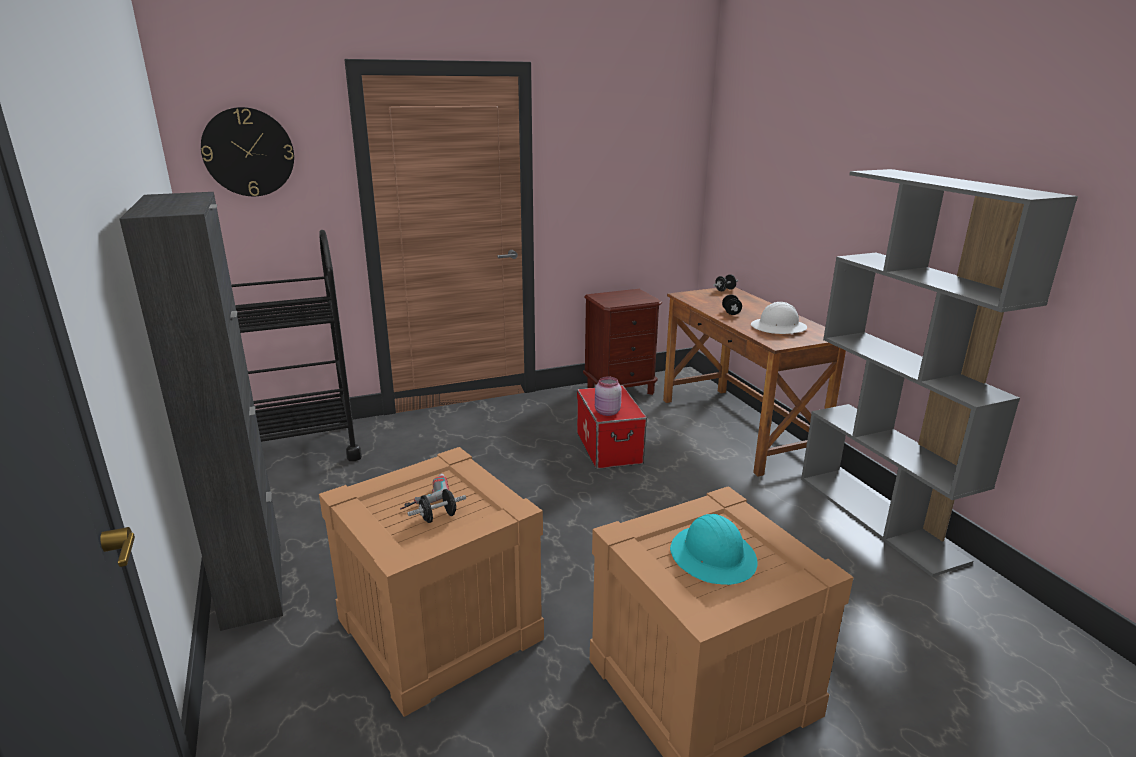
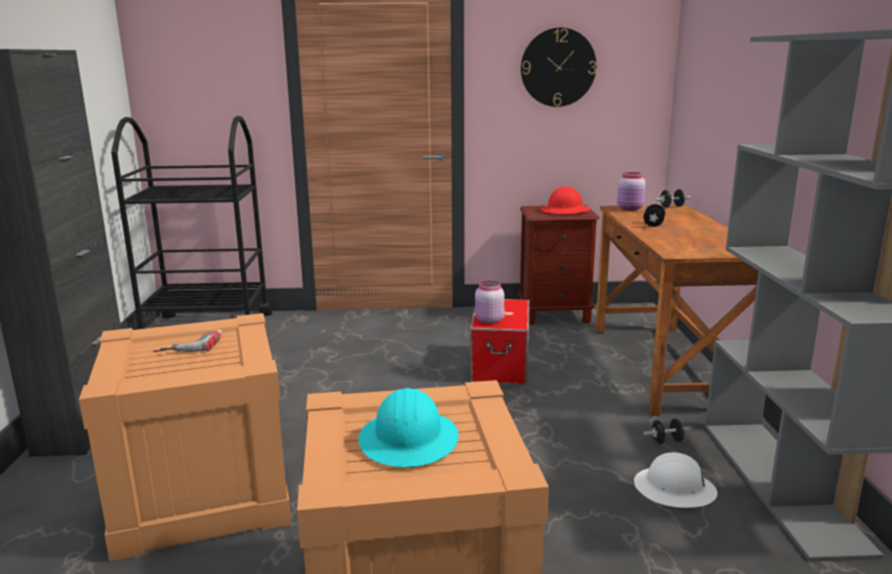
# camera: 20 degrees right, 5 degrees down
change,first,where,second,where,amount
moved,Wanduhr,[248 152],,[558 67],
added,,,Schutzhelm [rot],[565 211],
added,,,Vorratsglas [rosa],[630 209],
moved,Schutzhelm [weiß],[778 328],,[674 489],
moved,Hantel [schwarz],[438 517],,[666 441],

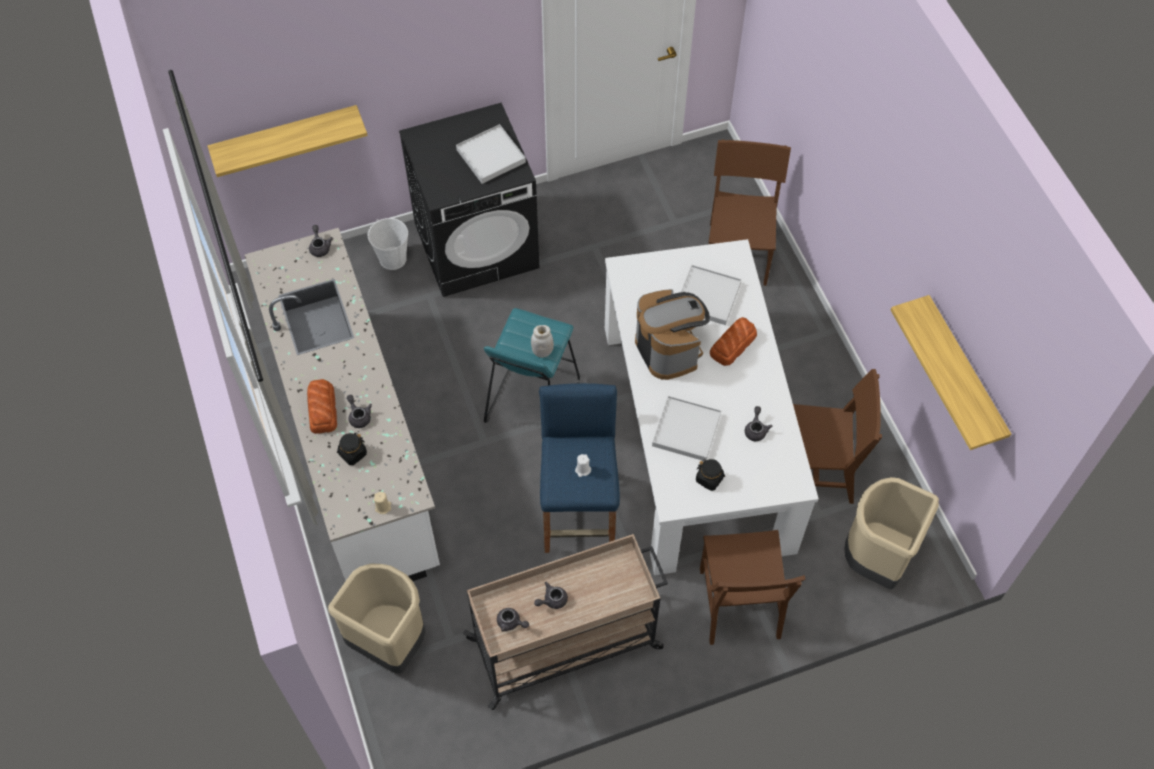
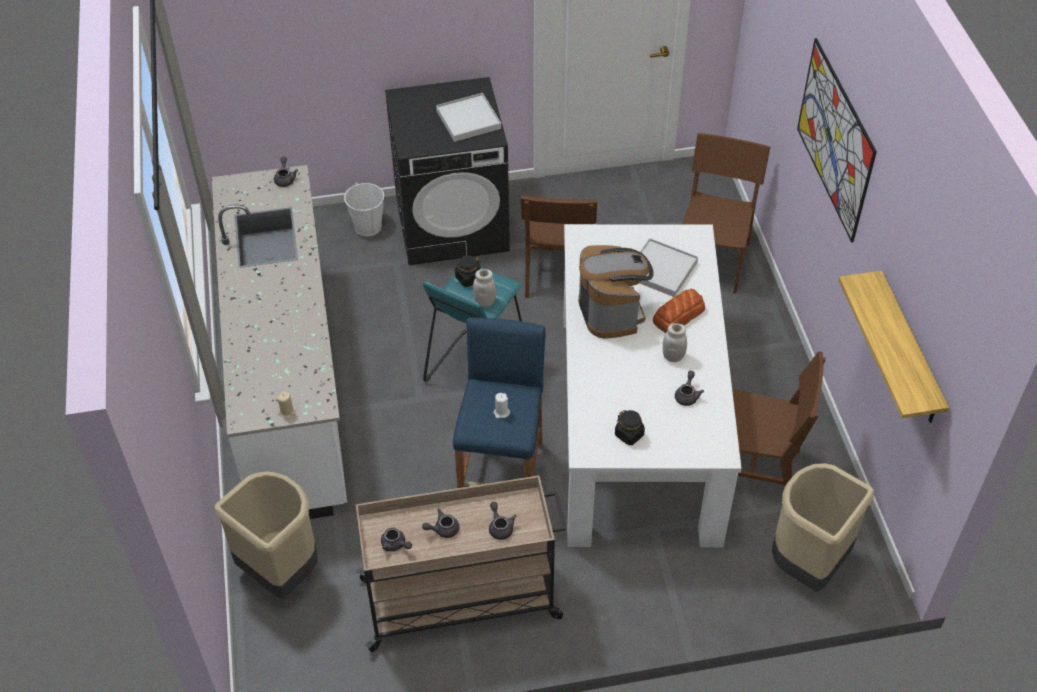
# camera: 10 degrees right, 10 degrees down
change,first,where,second,where,amount
moved,Vorratsglas [schwarz],[352 454],,[468 279],
moved,Teekanne [grau],[359 416],,[500 527],
moved,Stuhl [braun],[739 603],,[558 272],
added,,,Vorratsglas [weiß],[673 356],
added,,,Bild,[835 139],
removed,Wandregal,[286 137],,,
removed,Brot,[322 408],,,
removed,Tablett [weiß],[686 430],,,

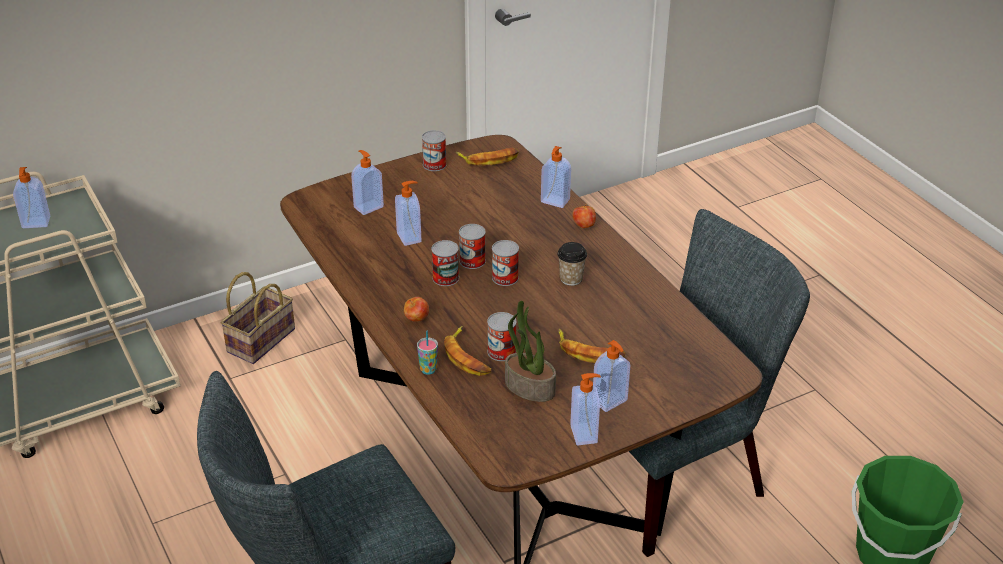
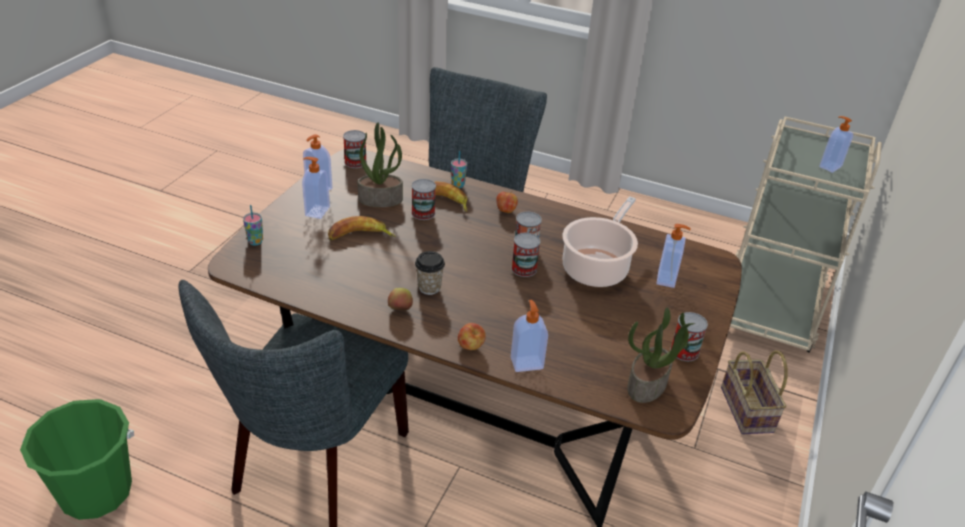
# camera: 140 degrees right, 0 degrees up
change,first,where,second,where,amount
added,,,Tasse,[255 242],
moved,Dose,[505 277],,[355 162],
added,,,Apfel,[400 309],
replaced,Seifenspender,[410 237],Kochtopf,[596 267],
replaced,Banane,[489 159],Topfpflanze,[647 385],

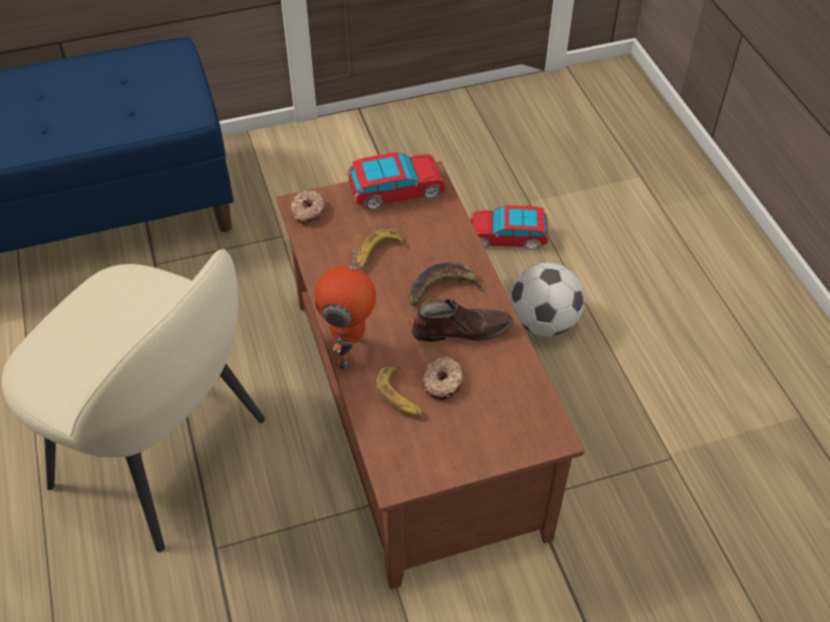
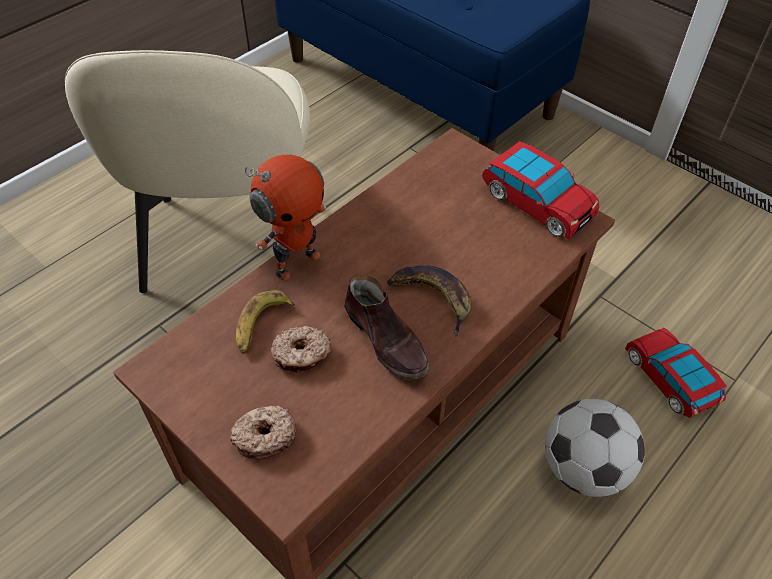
# camera: 60 degrees right, 0 degrees up
change,first,where,second,where,amount
moved,Donut,[307 212],,[264 436],
turned,Spielzeugroboter,[350 352],,[296 262],150 degrees clockwise
removed,Banane,[377 253],,,

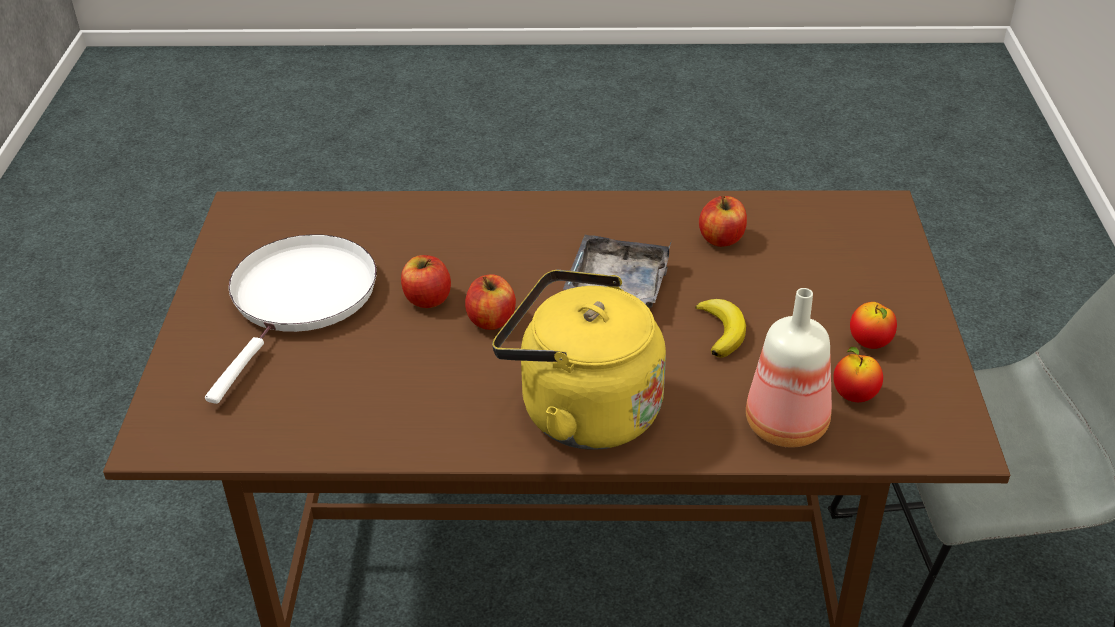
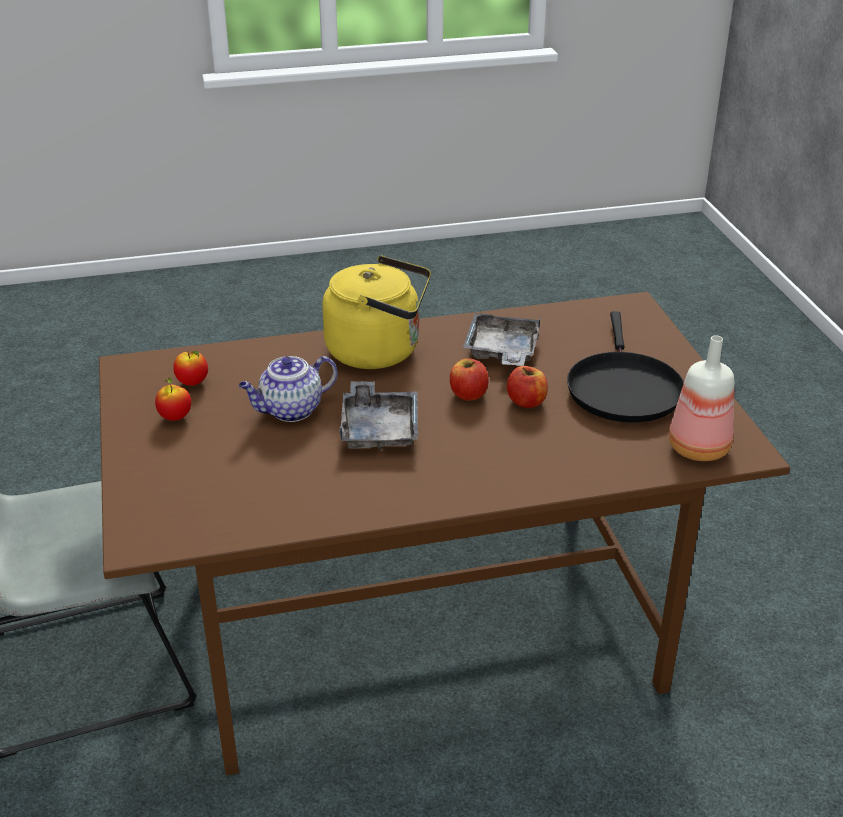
# camera: 165 degrees right, 5 degrees down
change,first,where,second,where,amount
replaced,Banane,[721 331],Teekanne,[290 411],
added,,,Tablett [grau],[502 351],
recoloured,Pfanne [weiß],[300 299],Pfanne [schwarz],[622 389],
moved,Flasche,[785 424],,[699 449],
removed,Apfel,[721 239],,,

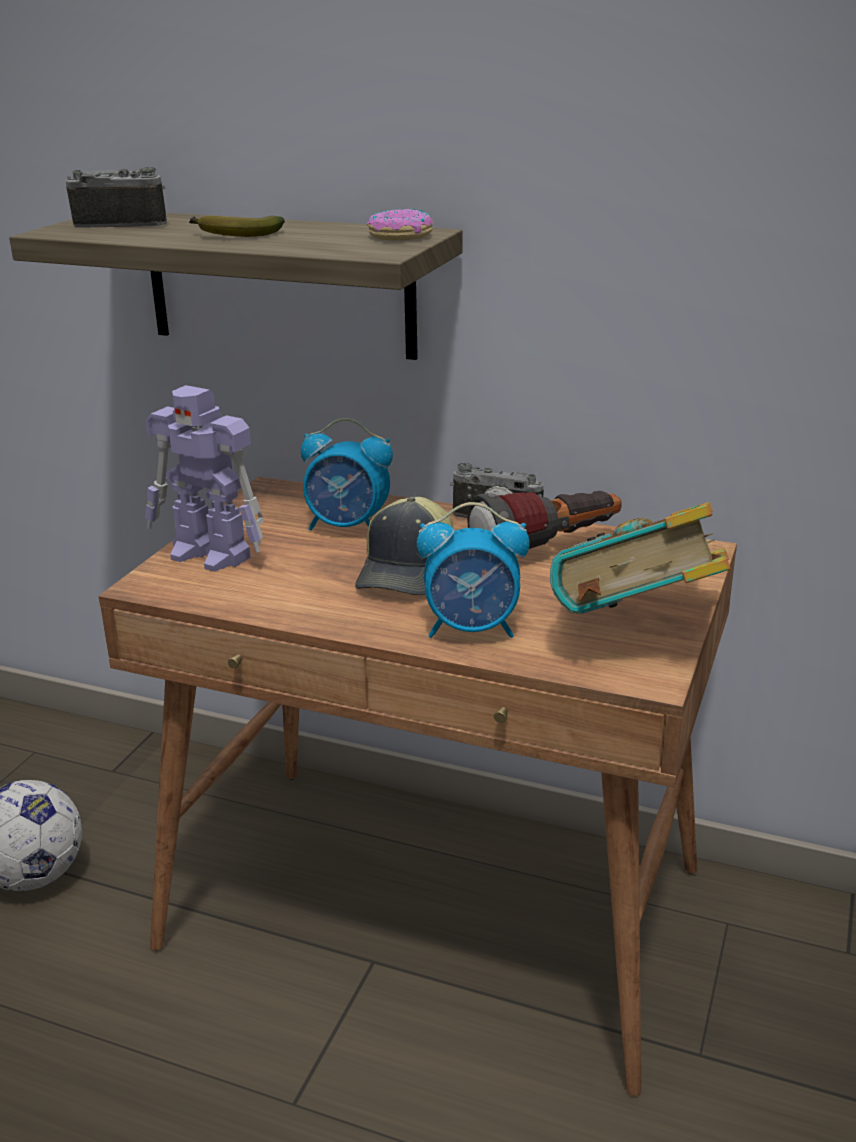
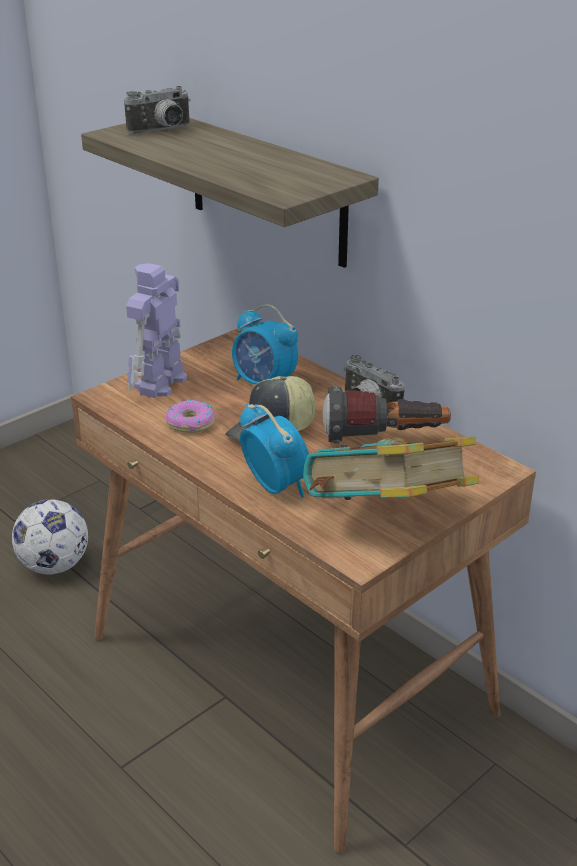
# camera: 25 degrees right, 5 degrees up
change,first,where,second,where,amount
turned,Kamera,[123 223],,[162 131],120 degrees clockwise
turned,Spielzeugroboter,[212 555],,[159 383],60 degrees clockwise
moved,Donut,[400 236],,[190 423],
turned,Wecker,[472 629],,[275 486],150 degrees counterclockwise
removed,Banane,[233 235],,,

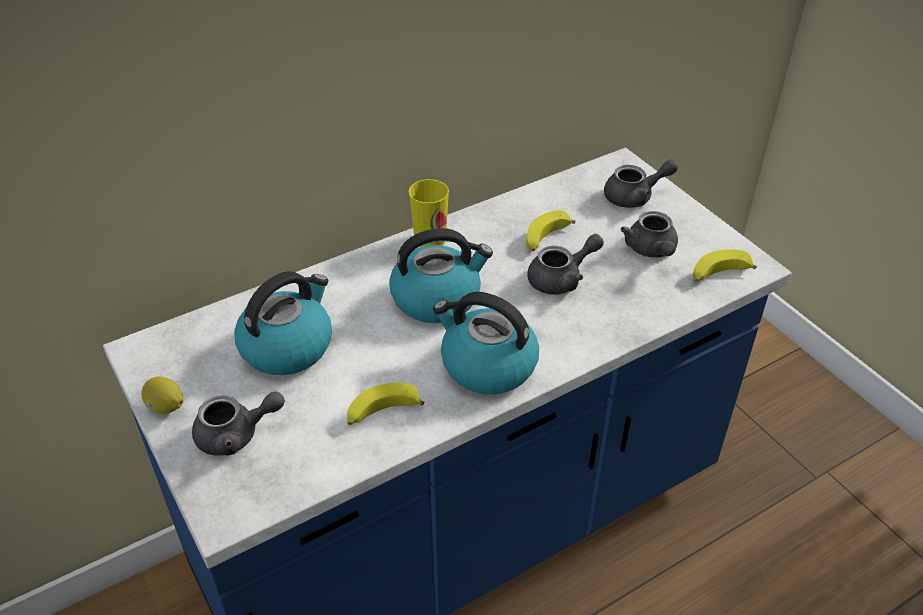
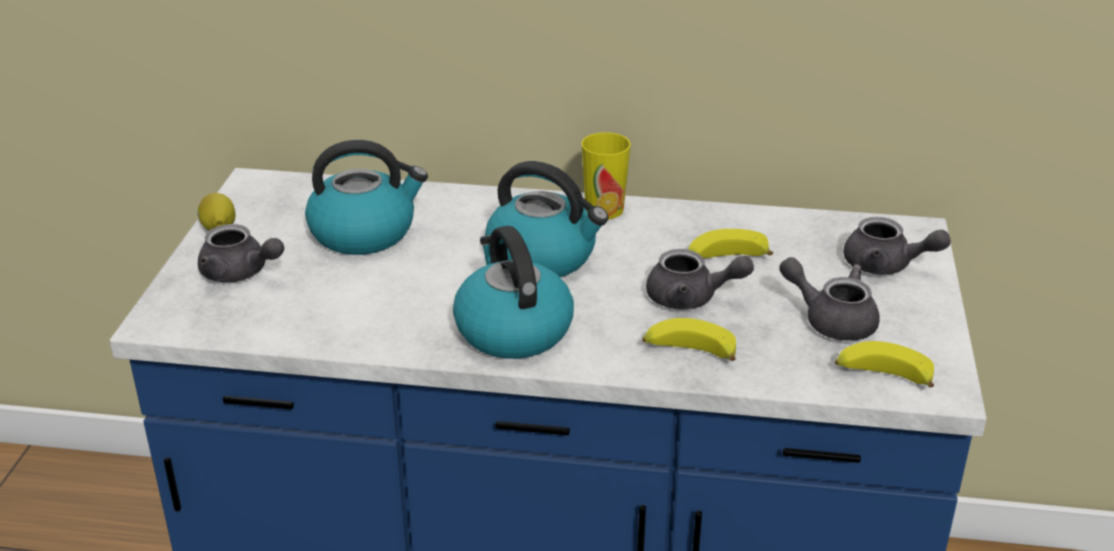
# camera: 40 degrees right, 10 degrees down
change,first,where,second,where,amount
moved,Banane,[382 413],,[688 352],
turned,Teekanne [grau],[651 251],,[831 319],90 degrees clockwise

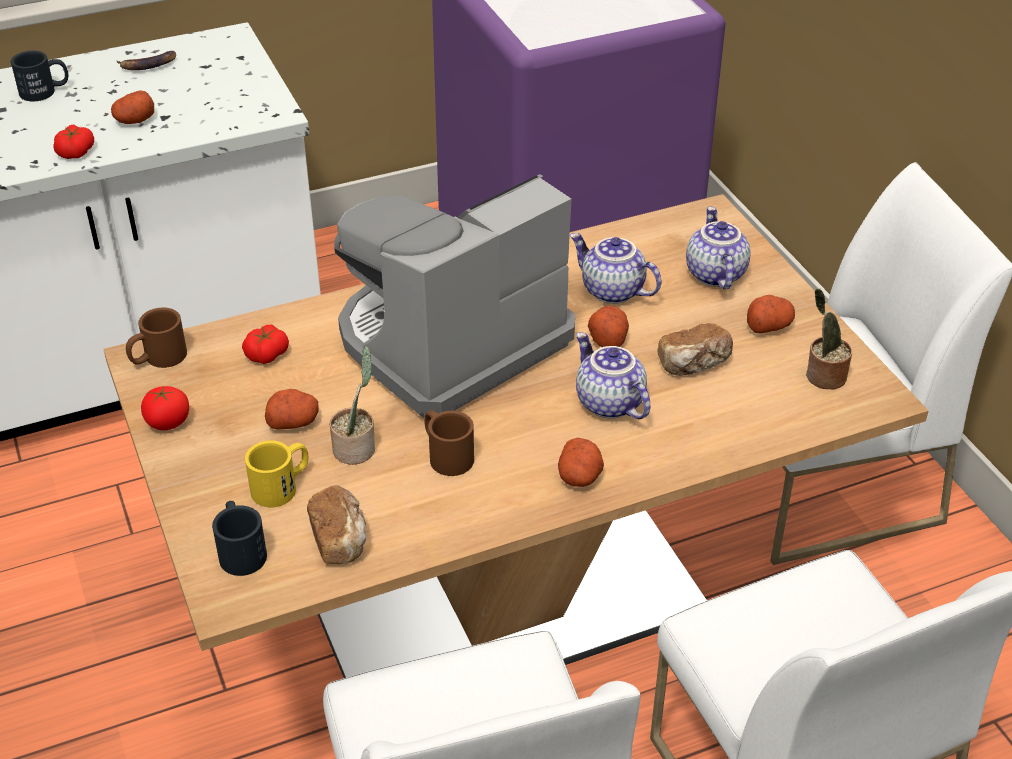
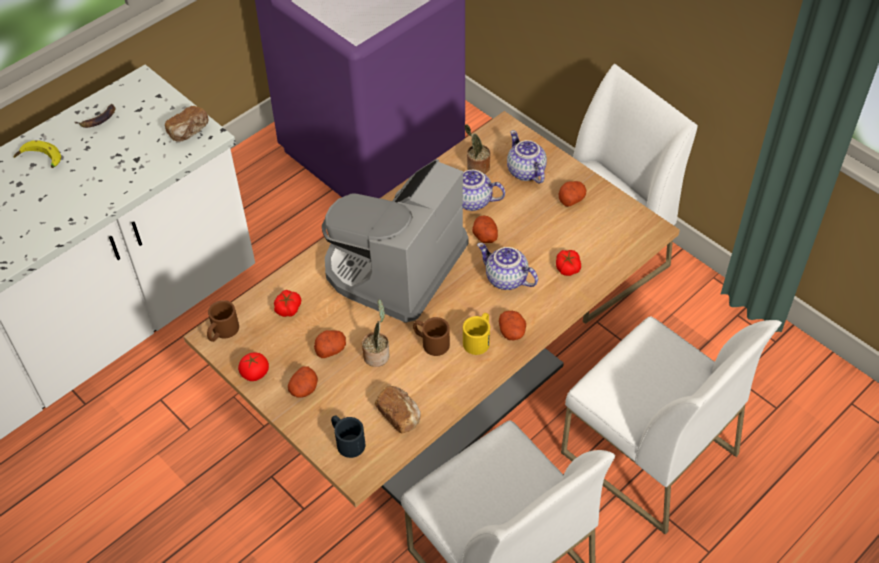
# camera: 20 degrees left, 10 degrees up
change,first,where,second,where,amount
replaced,Henkelbecher [schwarz],[45 91],Banane,[40 160],
moved,Brot,[694 364],,[189 132],
moved,Kartoffel,[135 121],,[304 389],
moved,Henkelbecher [gelb],[282 486],,[478 339],
moved,Topfpflanze,[823 376],,[476 167],
moved,Tomate,[75 152],,[567 267],

